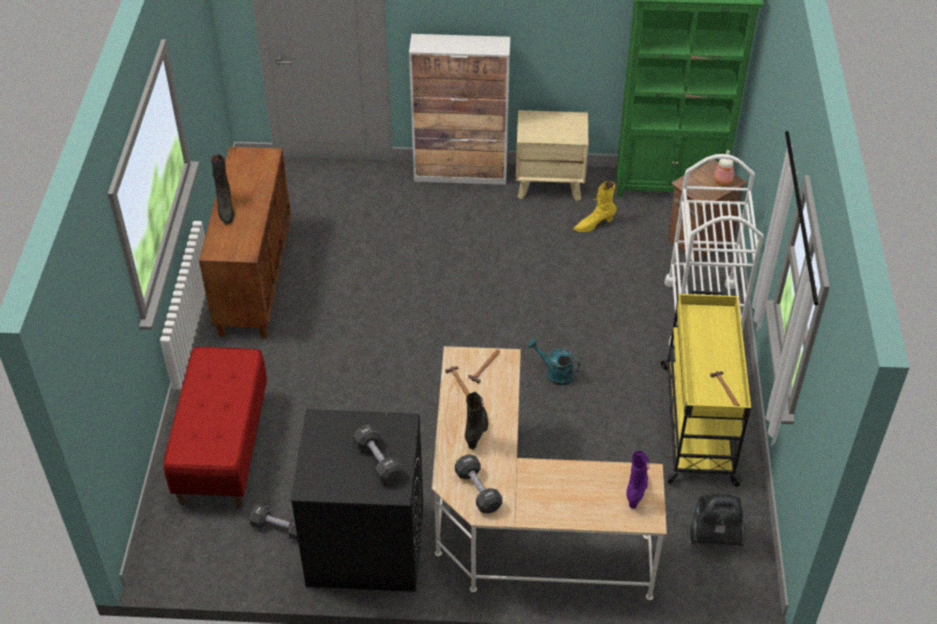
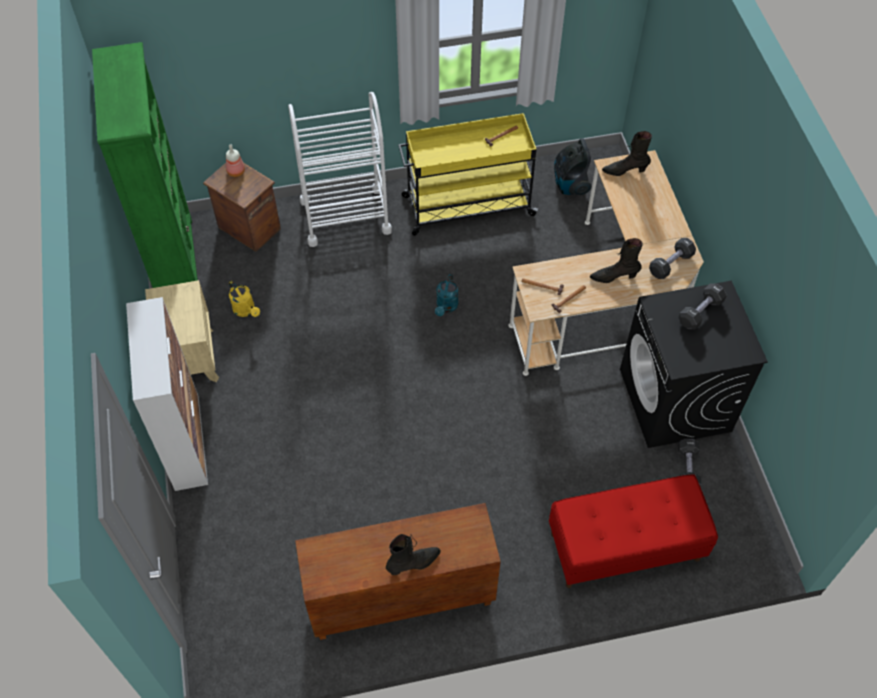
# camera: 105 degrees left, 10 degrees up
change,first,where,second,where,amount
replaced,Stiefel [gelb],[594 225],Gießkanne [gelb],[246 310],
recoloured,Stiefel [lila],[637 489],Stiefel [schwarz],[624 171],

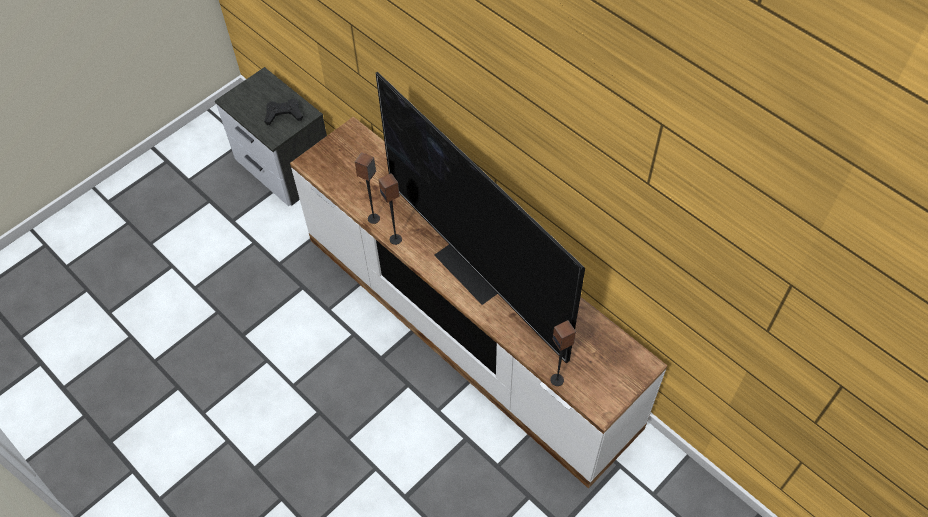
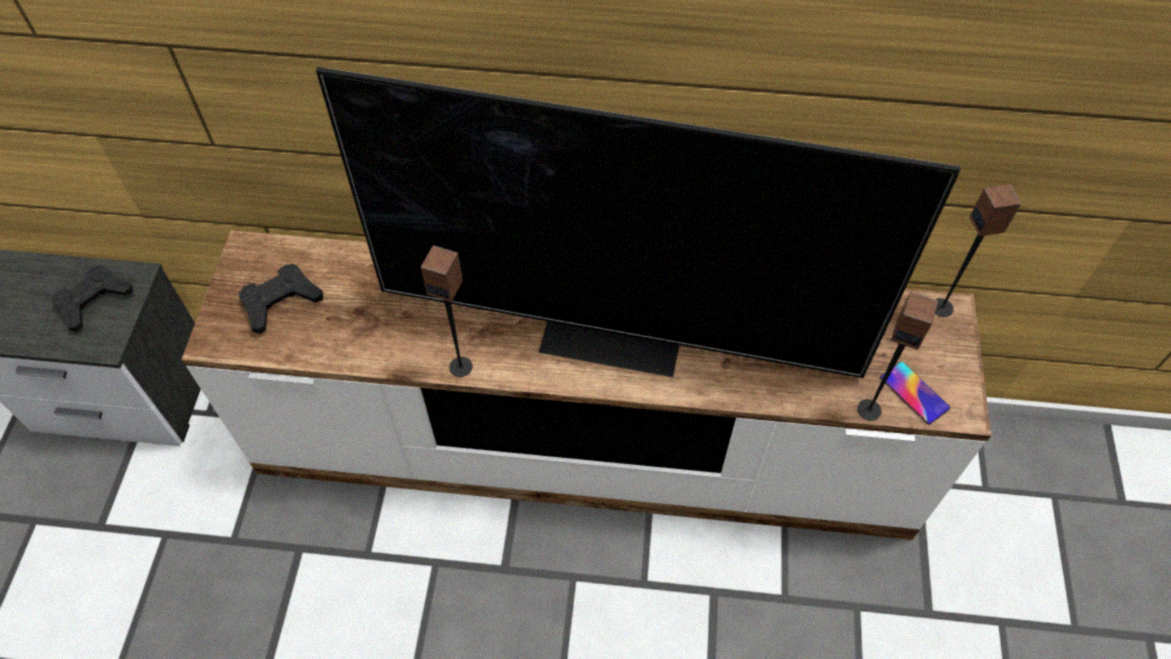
# camera: 40 degrees left, 0 degrees up
change,first,where,second,where,amount
added,,,Gamepad [schwarz],[280 302],
added,,,Handy,[914 393],
moved,Lautsprecher,[374 219],,[942 307],

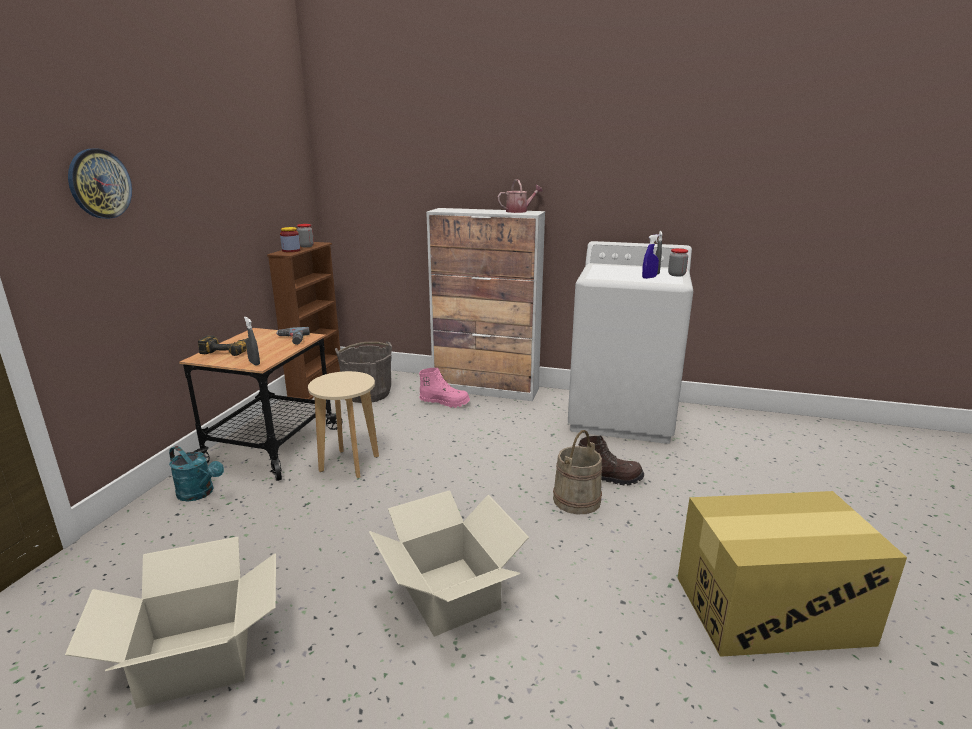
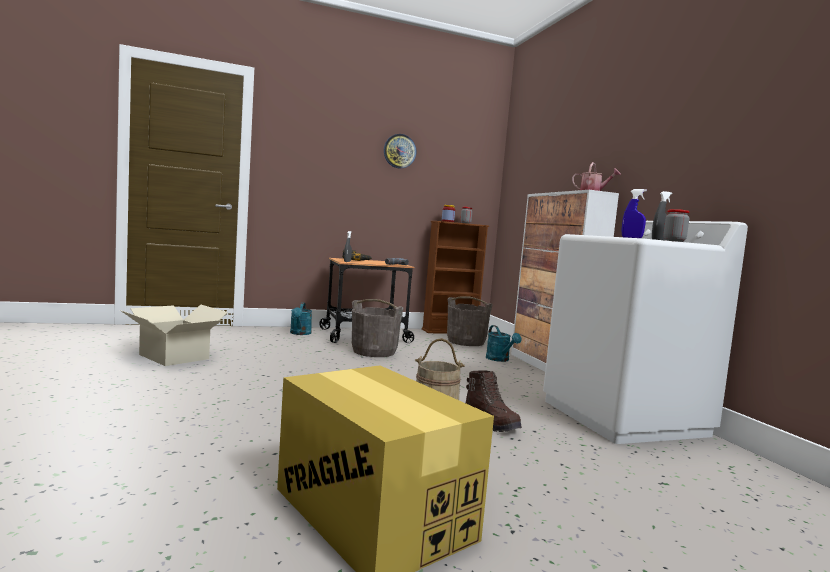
# camera: 55 degrees right, 15 degrees down
change,first,where,second,where,amount
replaced,Hocker [beige],[349 464],Eimer [grau],[374 352],
moved,Wanduhr,[99 184],,[399 151],
replaced,Stiefel [rosa],[445 402],Gießkanne [türkis],[500 359],
removed,Karton,[449 595],,,

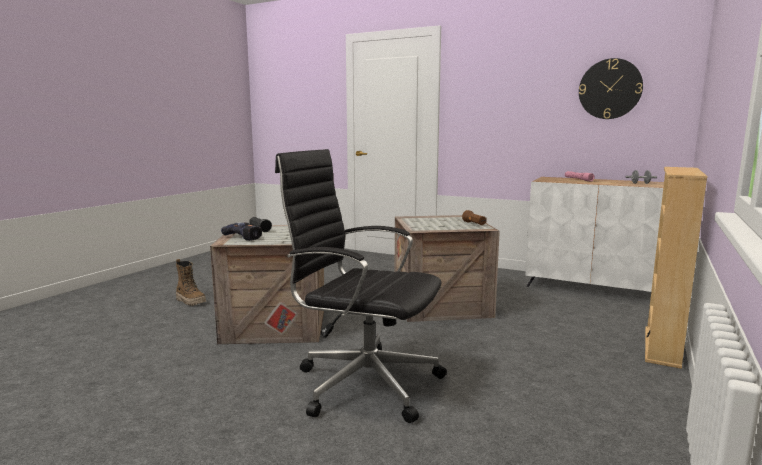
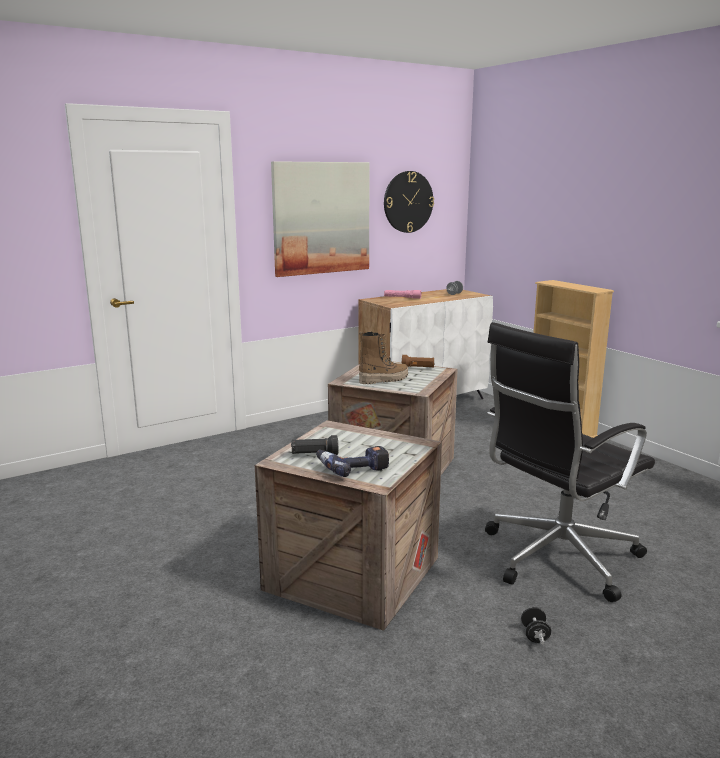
# camera: 60 degrees left, 5 degrees up
change,first,where,second,where,amount
added,,,Bild,[321 218],
moved,Stiefel,[191 301],,[383 380],
added,,,Hantel [schwarz],[534 635],

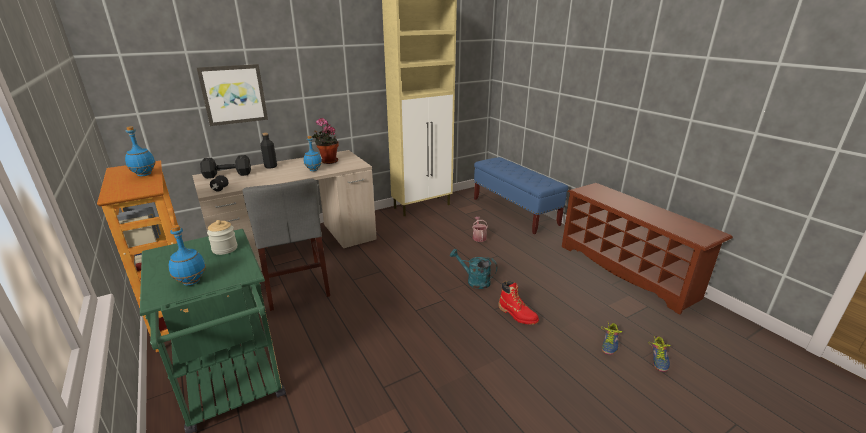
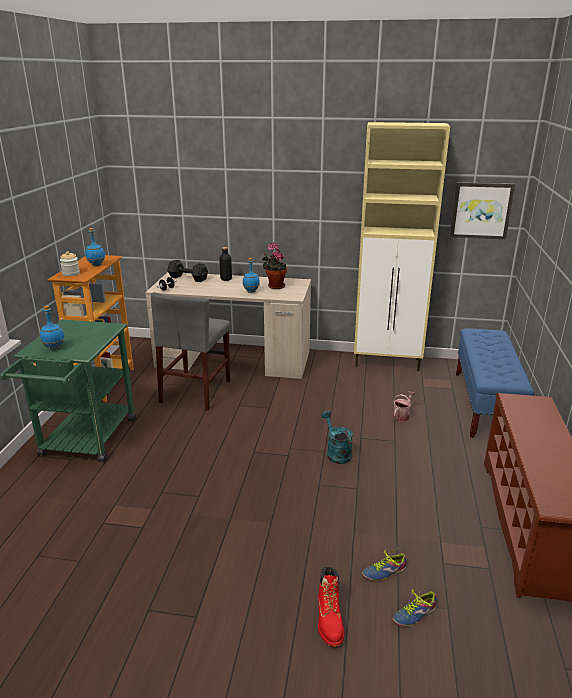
# camera: 40 degrees right, 0 degrees up
change,first,where,second,where,amount
moved,Vorratsglas,[225 249],,[71 273],
moved,Stiefel [rot],[517 315],,[329 620],
moved,Bild,[233 94],,[481 210],

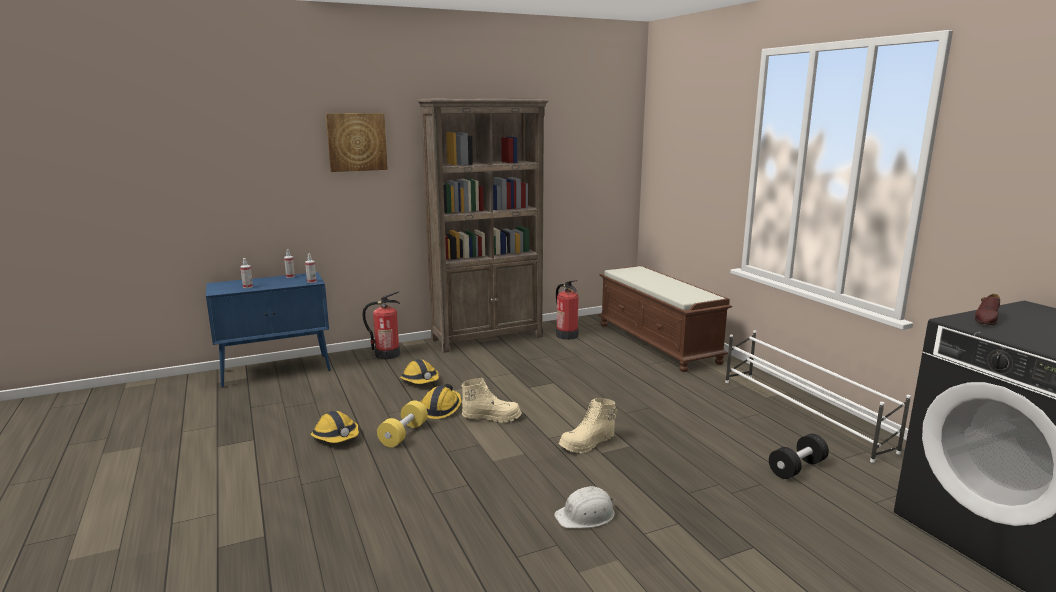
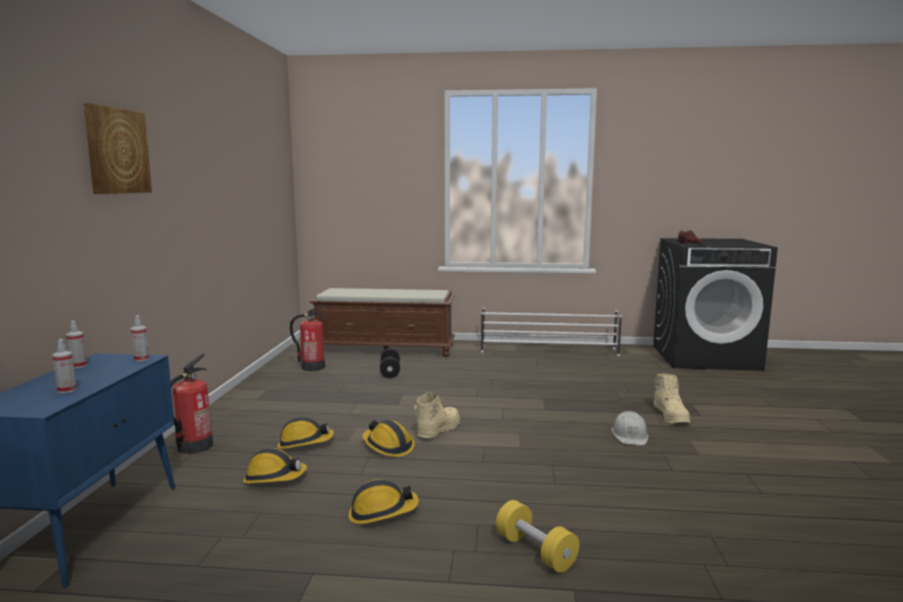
# camera: 60 degrees left, 5 degrees down
change,first,where,second,where,amount
added,,,Schutzhelm,[275 478],
moved,Hantel [schwarz],[797 468],,[390 372],
moved,Hantel [gelb],[403 434],,[535 551],
moved,Stiefel [beige],[588 444],,[671 416],
removed,Bücherregal [braun],[488 338],,,

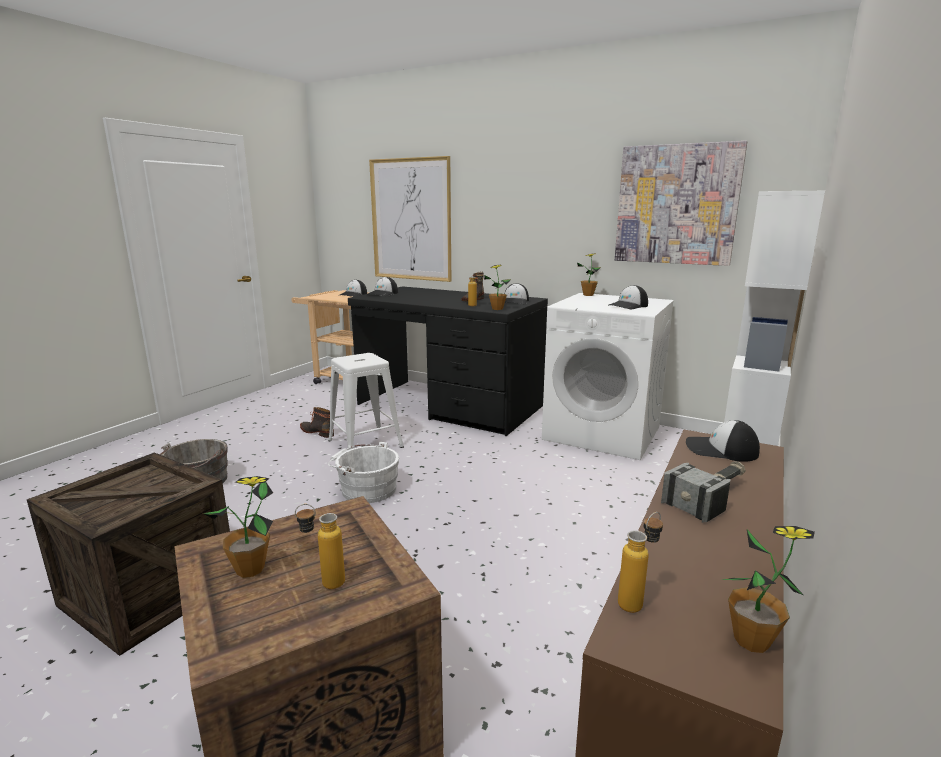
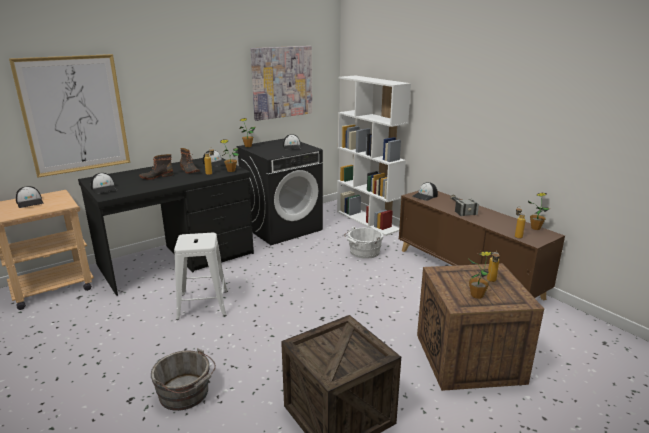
# camera: 65 degrees left, 5 degrees up
change,first,where,second,where,amount
moved,Stiefel,[318 432],,[156 176],
recoloured,Waschmaschine [weiß],[603 433],Waschmaschine [schwarz],[282 227],
moved,Eimer [weiß],[366 489],,[363 252],

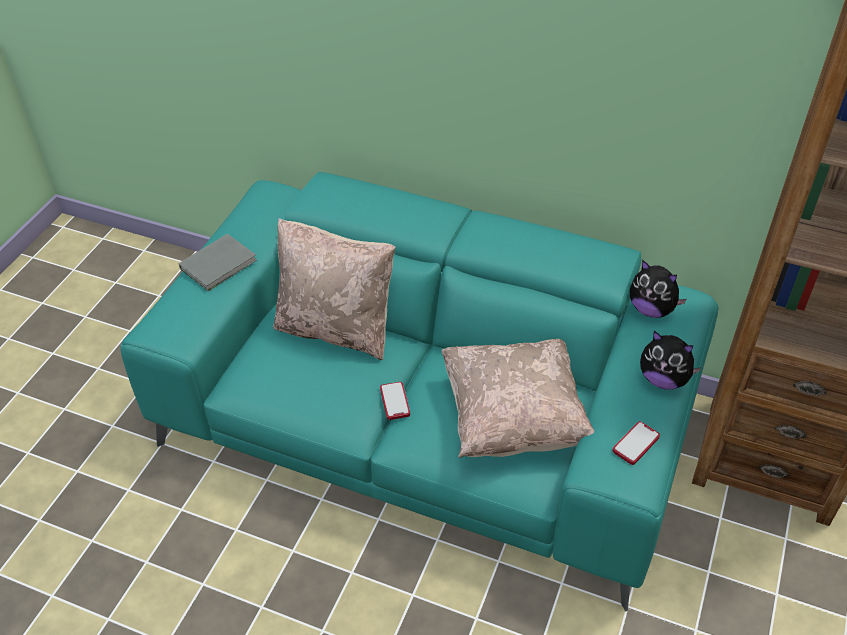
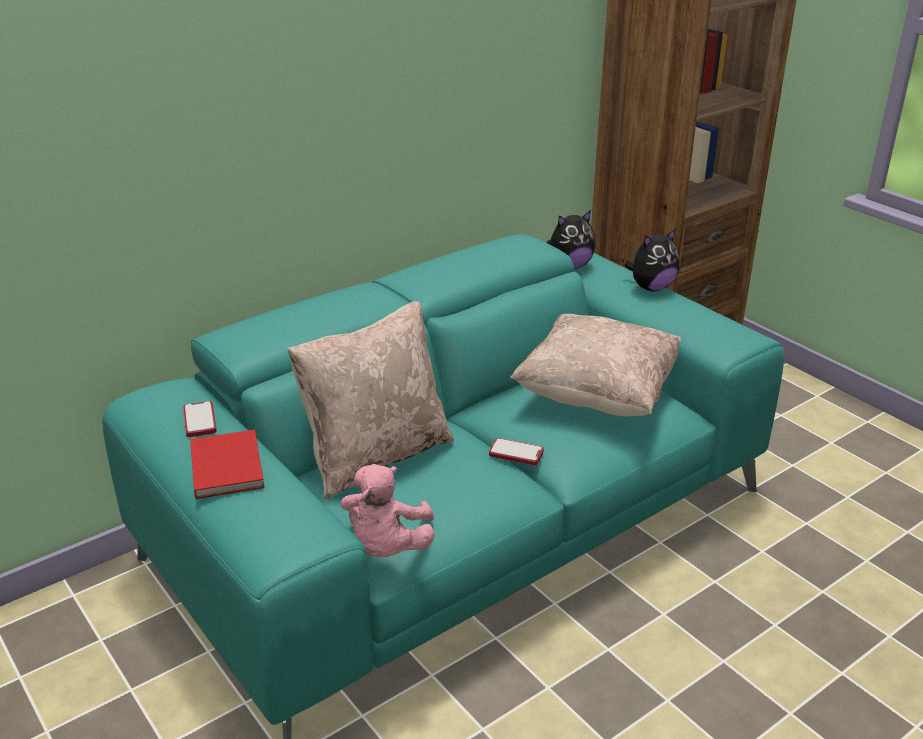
# camera: 60 degrees left, 15 degrees down
change,first,where,second,where,amount
moved,Handy,[635 444],,[199 420],
recoloured,Buch [grau],[220 264],Buch [rot],[228 465],
added,,,Plüschtier [rosa],[387 548],

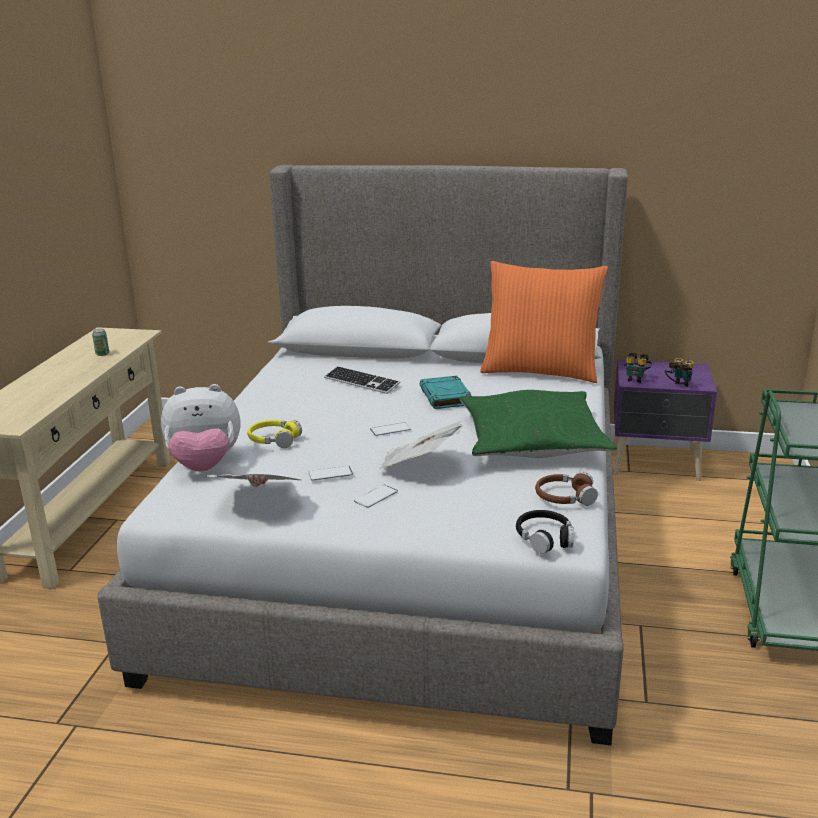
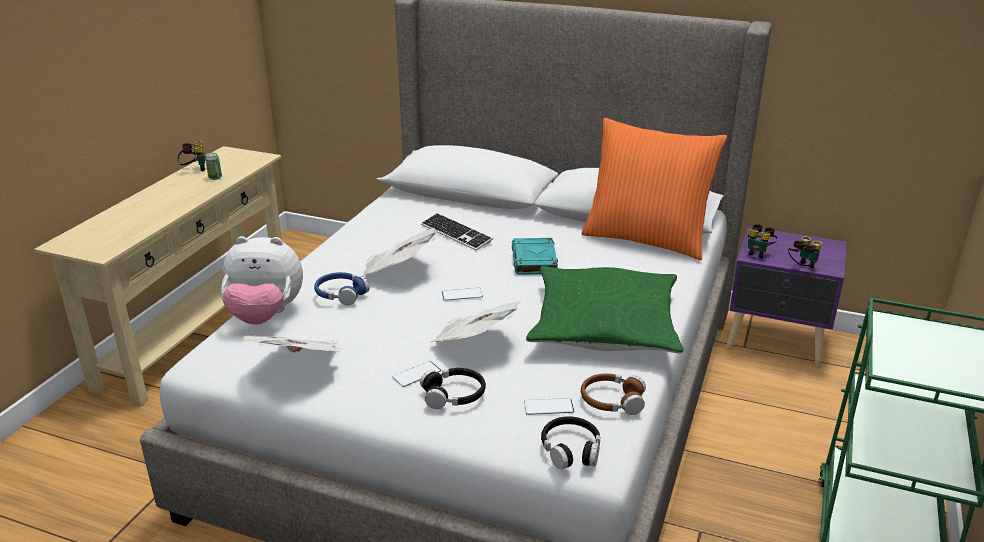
# camera: 10 degrees right, 5 degrees up
change,first,where,second,where,amount
added,,,Fernglas,[194 170],
recoloured,Kopfhörer [gelb],[274 440],Kopfhörer [blau],[341 294],
added,,,Zeitung,[398 271],
added,,,Kopfhörer [schwarz],[454 395],
moved,Handy,[330 473],,[548 407],

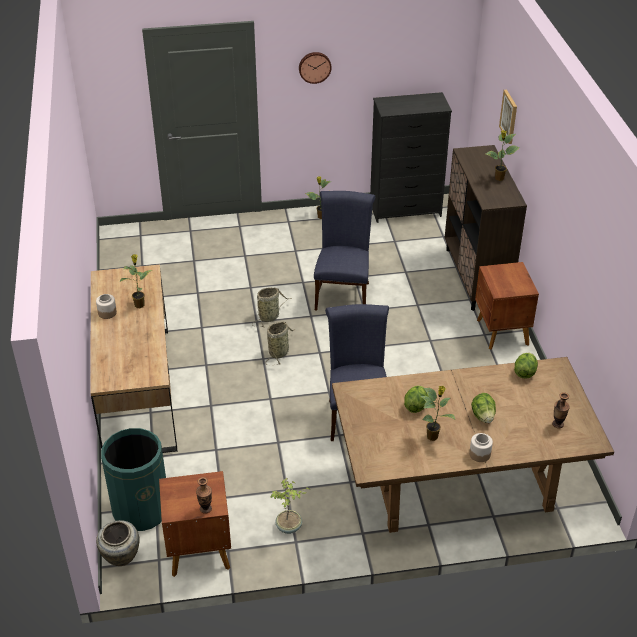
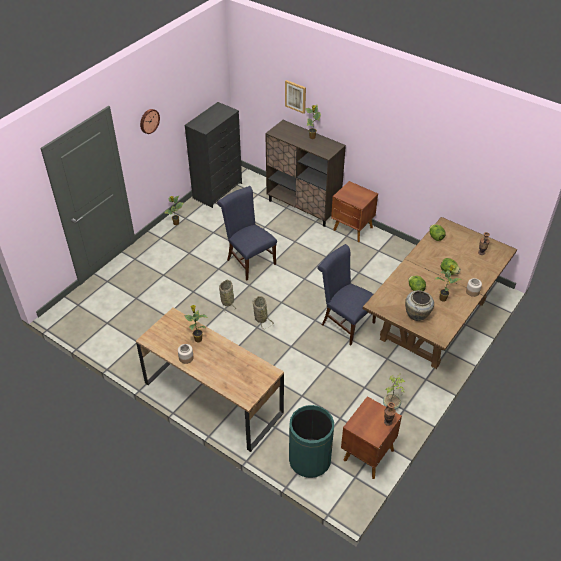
# camera: 45 degrees left, 5 degrees up
change,first,where,second,where,amount
moved,Vase [beige],[120 557],,[417 315],

